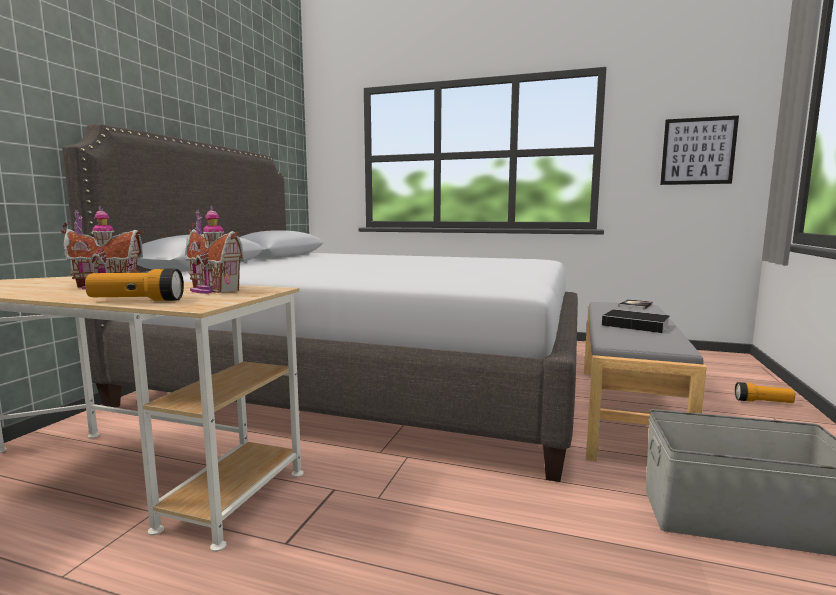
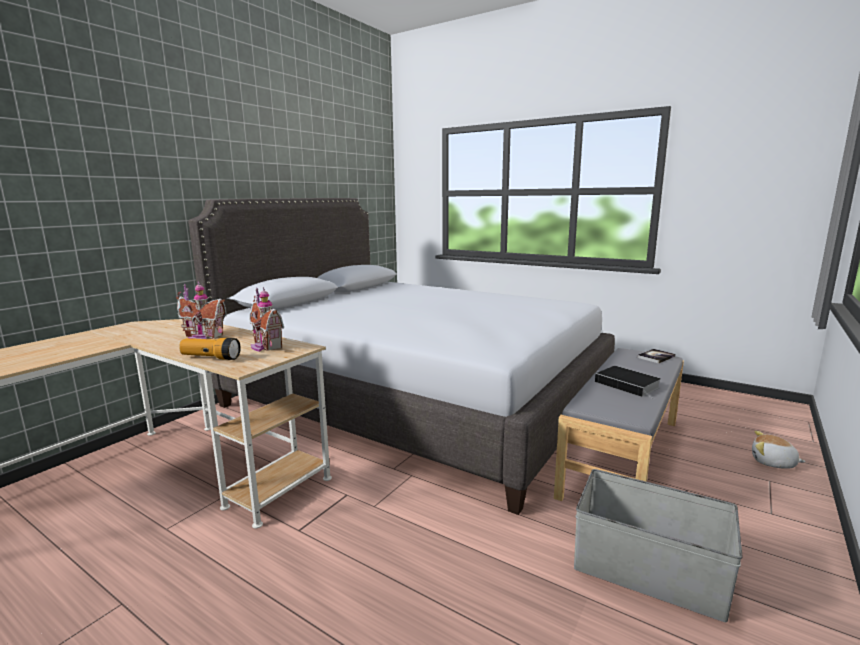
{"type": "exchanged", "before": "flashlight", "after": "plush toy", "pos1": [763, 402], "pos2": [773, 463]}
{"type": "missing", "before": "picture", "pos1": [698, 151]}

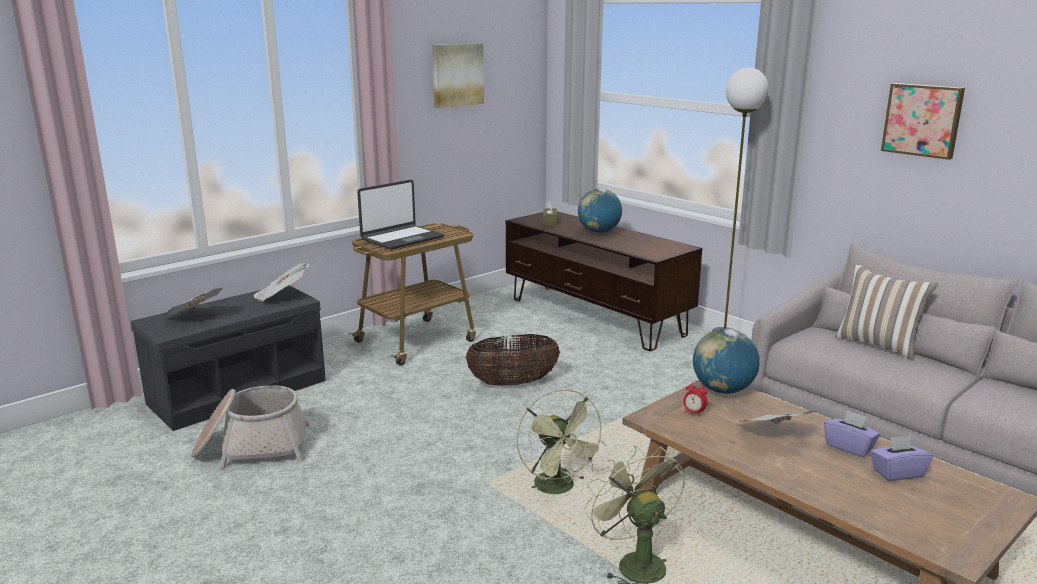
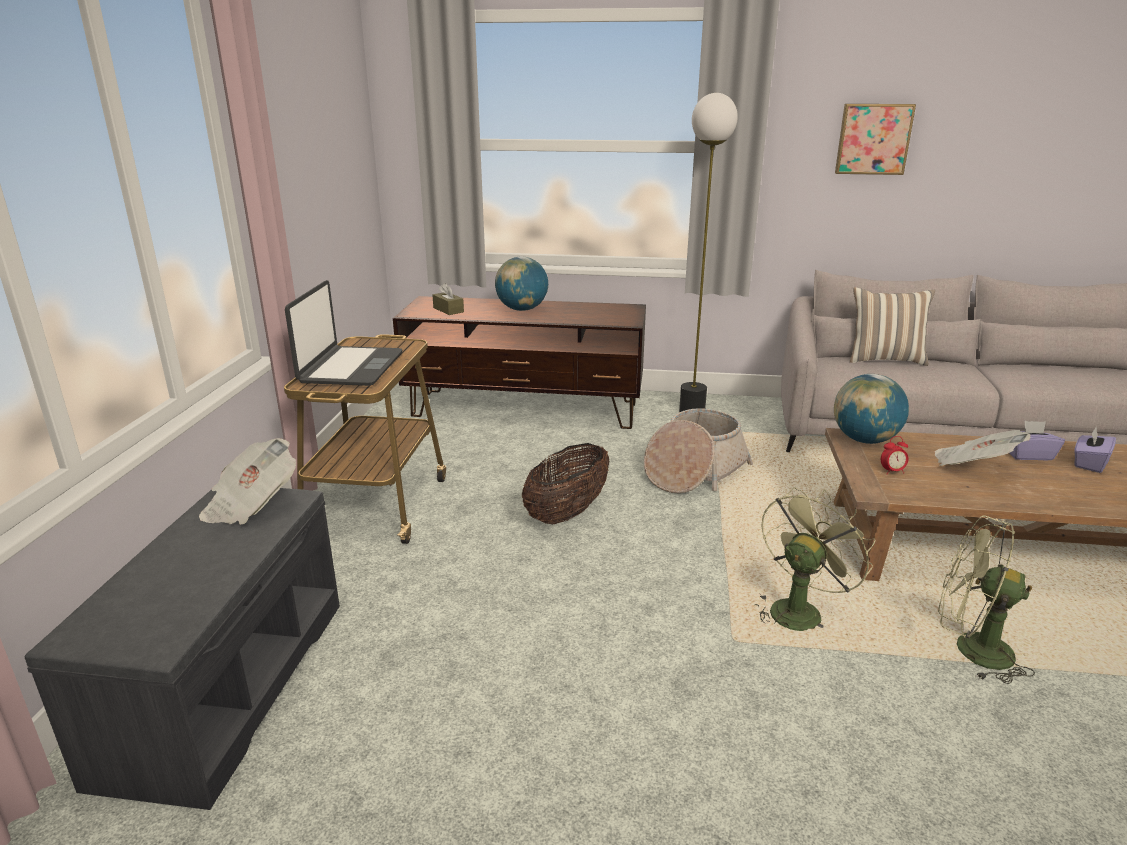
{"type": "relocated", "before": "basket", "pos1": [252, 446], "pos2": [694, 471]}
{"type": "spun", "before": "green fan", "pos1": [559, 489], "pos2": [798, 609], "turn": -75}
{"type": "missing", "before": "newspaper", "pos1": [194, 317]}
{"type": "missing", "before": "picture", "pos1": [457, 75]}

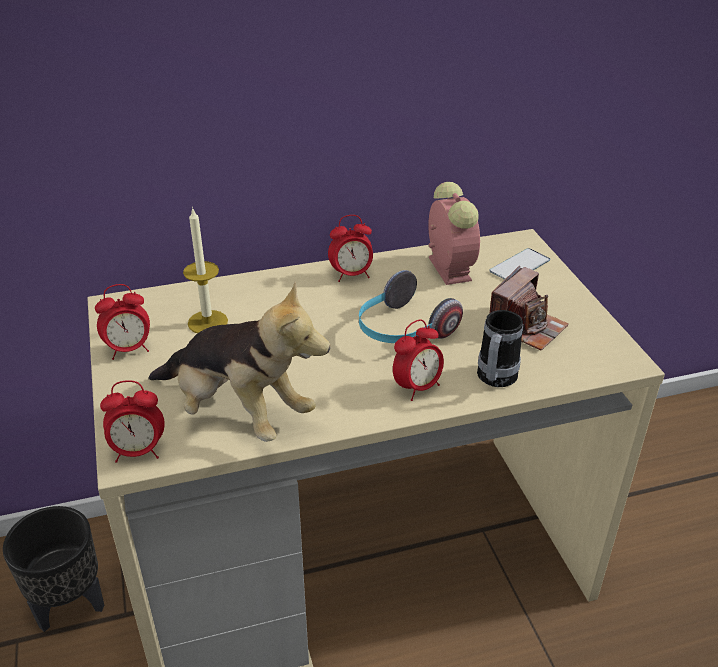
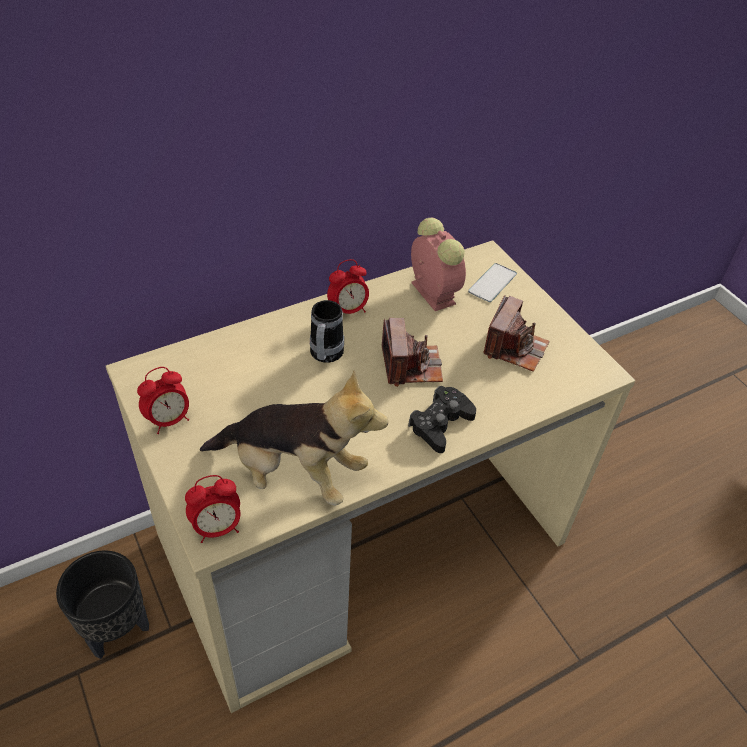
{"type": "relocated", "before": "mug", "pos1": [494, 380], "pos2": [325, 356]}
{"type": "exchanged", "before": "headphones", "after": "photo camera", "pos1": [402, 330], "pos2": [411, 365]}
{"type": "exchanged", "before": "alarm clock", "after": "black game controller", "pos1": [417, 387], "pos2": [440, 424]}
{"type": "missing", "before": "candle", "pos1": [207, 322]}

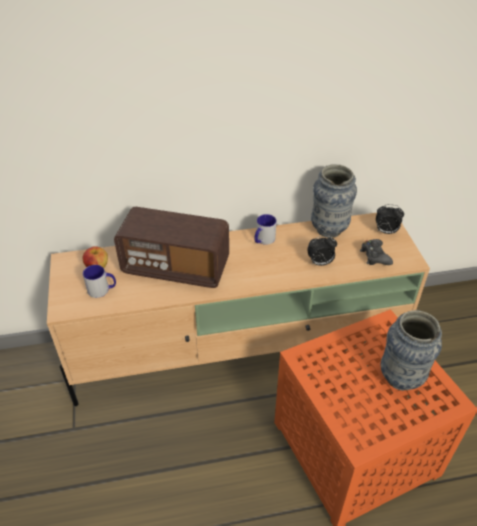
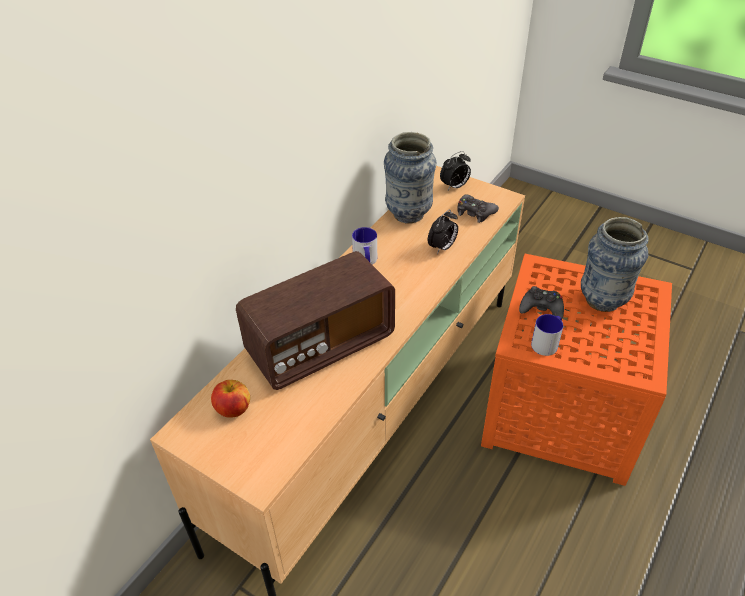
{"type": "appeared", "after": "black game controller", "pos2": [541, 308]}
{"type": "relocated", "before": "mug", "pos1": [102, 290], "pos2": [547, 342]}

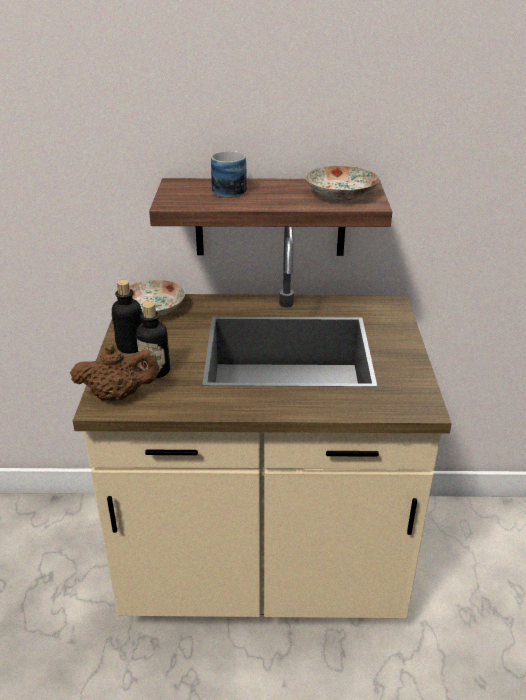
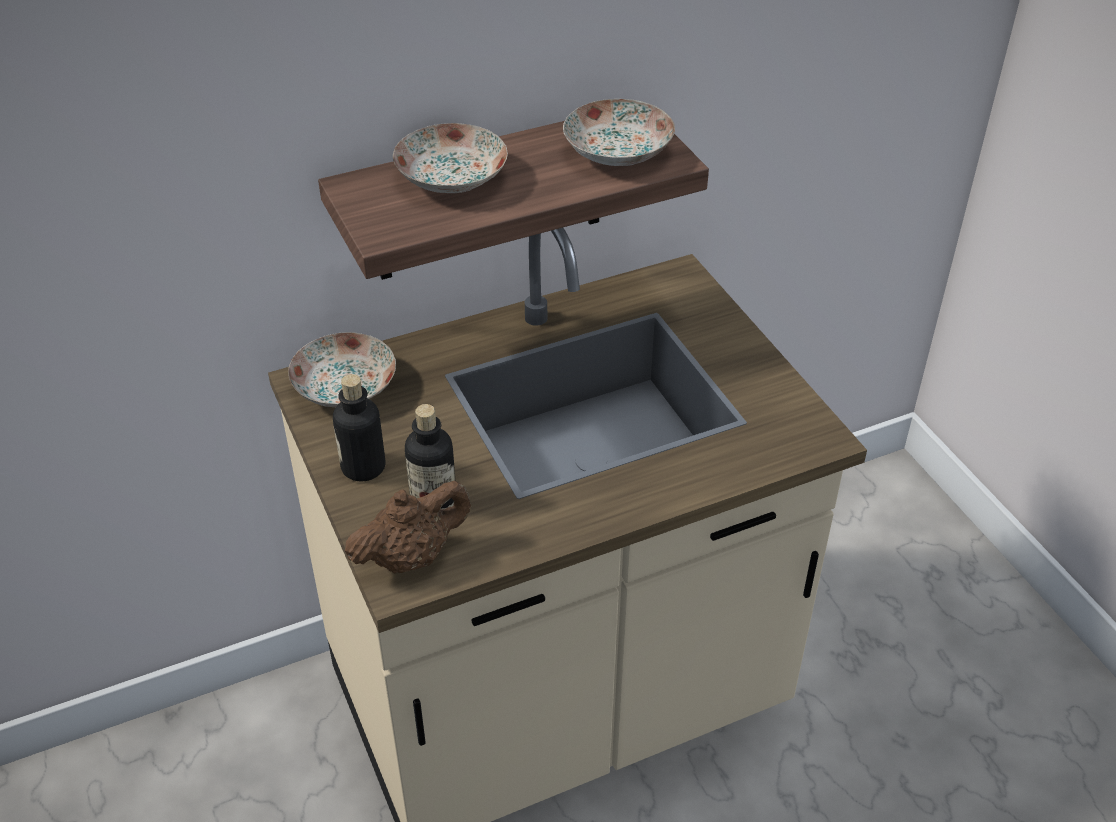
{"type": "exchanged", "before": "mug", "after": "plate", "pos1": [231, 189], "pos2": [450, 178]}

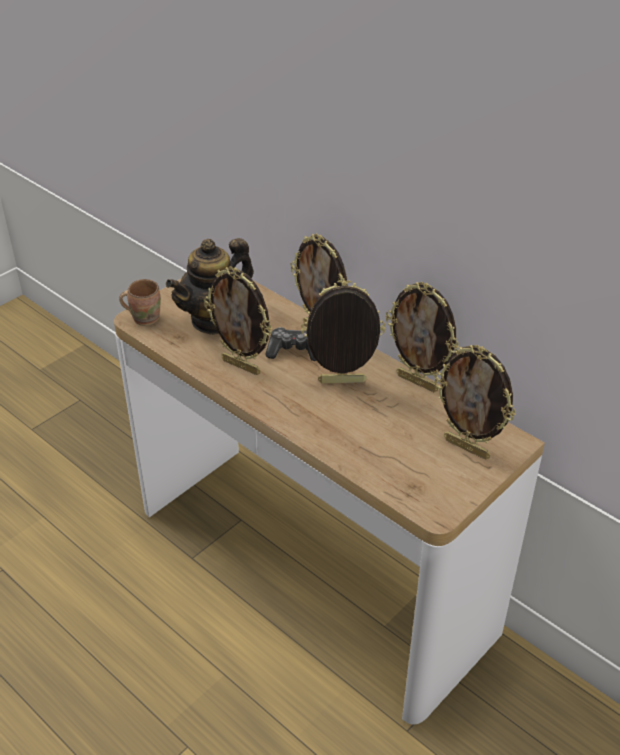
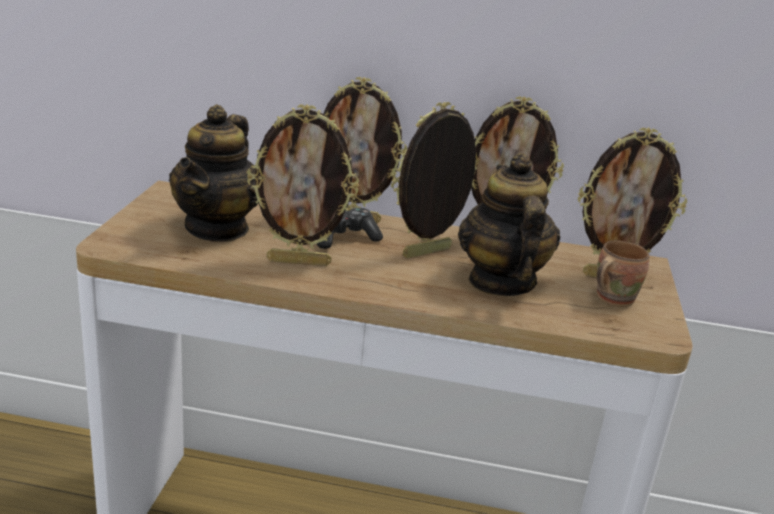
{"type": "appeared", "after": "teapot", "pos2": [500, 282]}
{"type": "relocated", "before": "brown mug", "pos1": [144, 317], "pos2": [611, 298]}

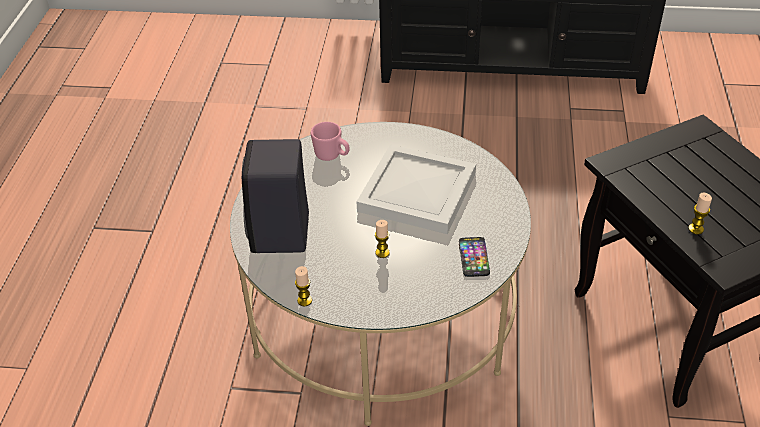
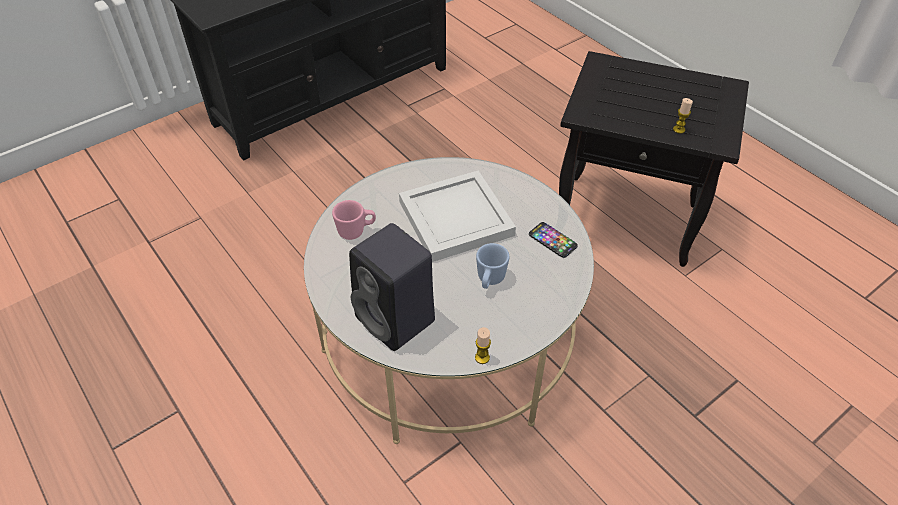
{"type": "exchanged", "before": "candle", "after": "blue mug", "pos1": [382, 253], "pos2": [489, 280]}

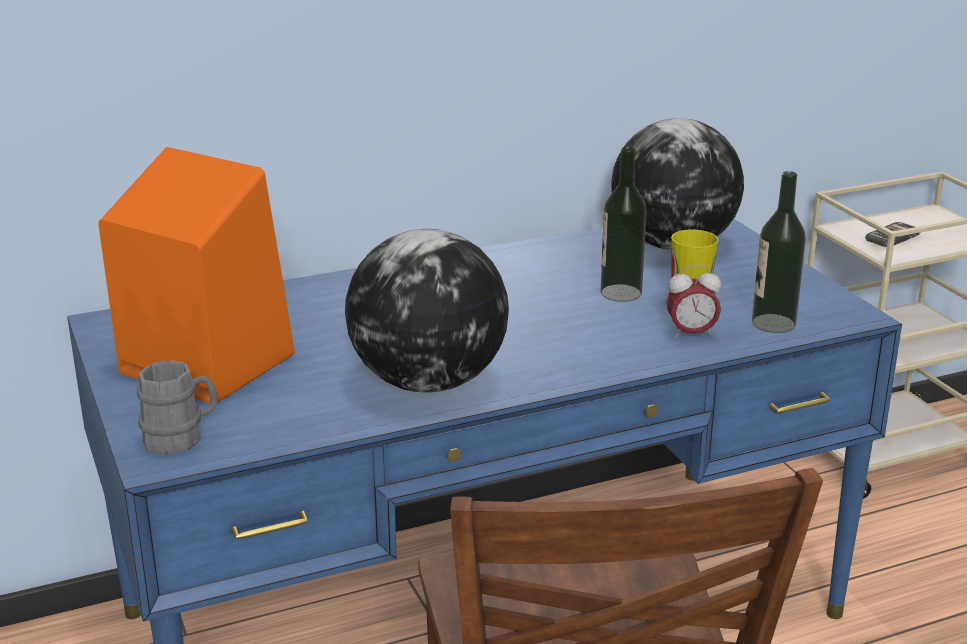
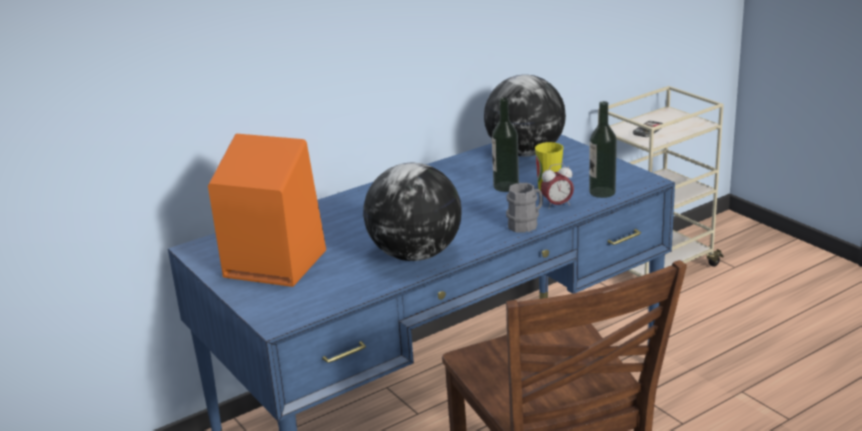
{"type": "relocated", "before": "grey mug", "pos1": [181, 437], "pos2": [526, 224]}

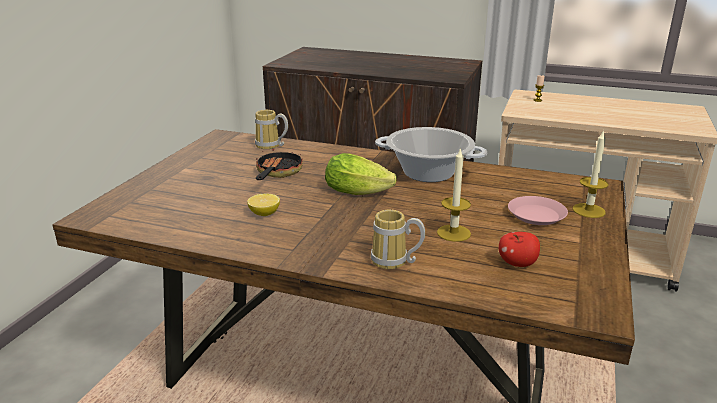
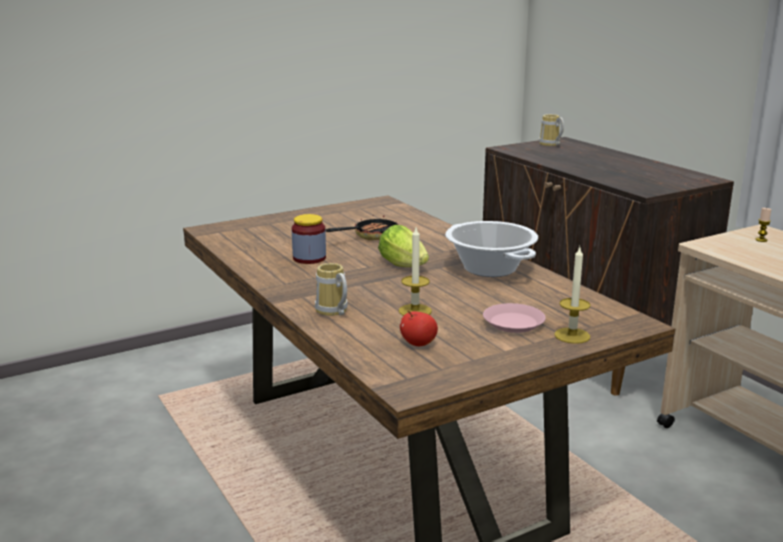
{"type": "exchanged", "before": "lemon", "after": "jar", "pos1": [264, 214], "pos2": [309, 258]}
{"type": "relocated", "before": "mug", "pos1": [270, 146], "pos2": [550, 145]}

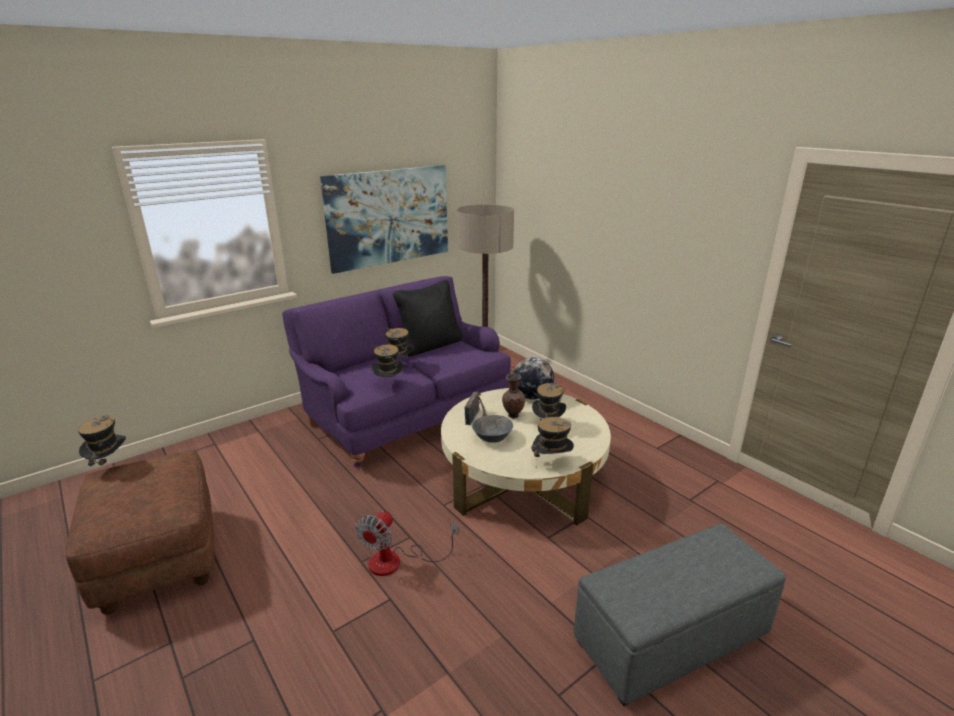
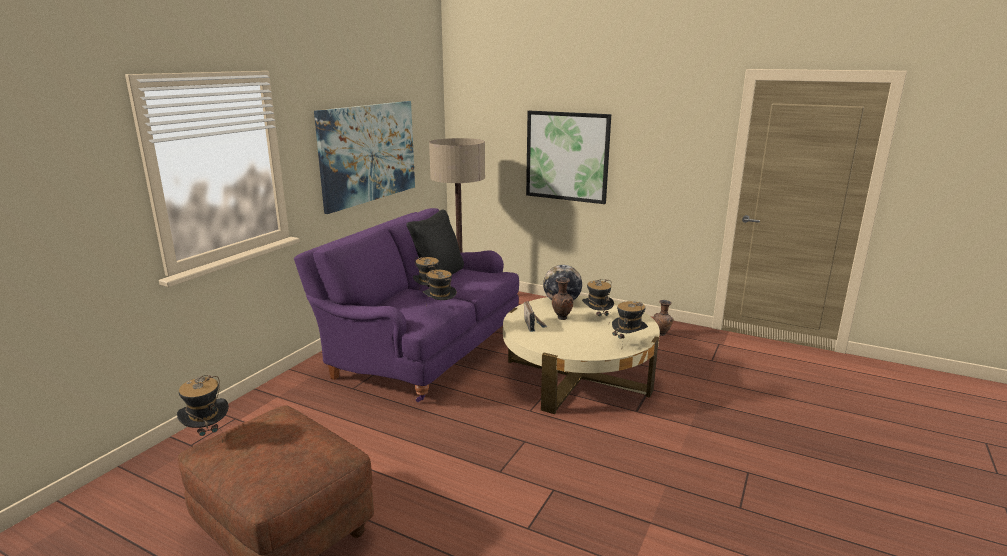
{"type": "appeared", "after": "picture", "pos2": [567, 156]}
{"type": "appeared", "after": "brown vase", "pos2": [662, 334]}
{"type": "missing", "before": "fan", "pos1": [396, 561]}
{"type": "missing", "before": "grey bowl", "pos1": [493, 437]}
{"type": "missing", "before": "grey ottoman", "pos1": [669, 639]}

